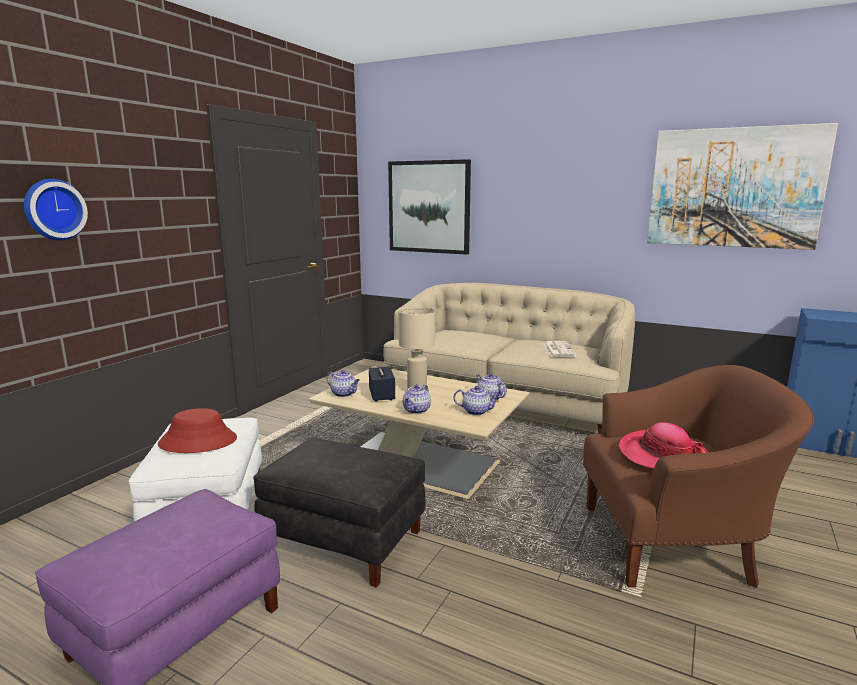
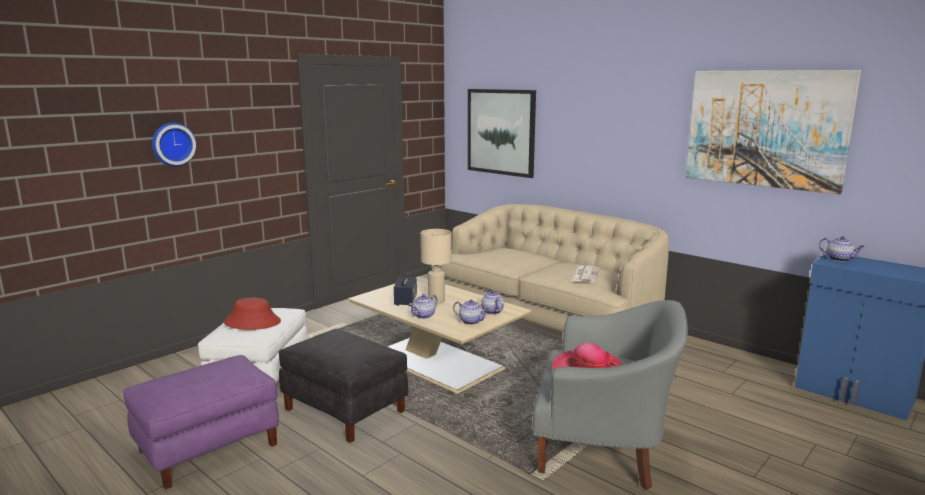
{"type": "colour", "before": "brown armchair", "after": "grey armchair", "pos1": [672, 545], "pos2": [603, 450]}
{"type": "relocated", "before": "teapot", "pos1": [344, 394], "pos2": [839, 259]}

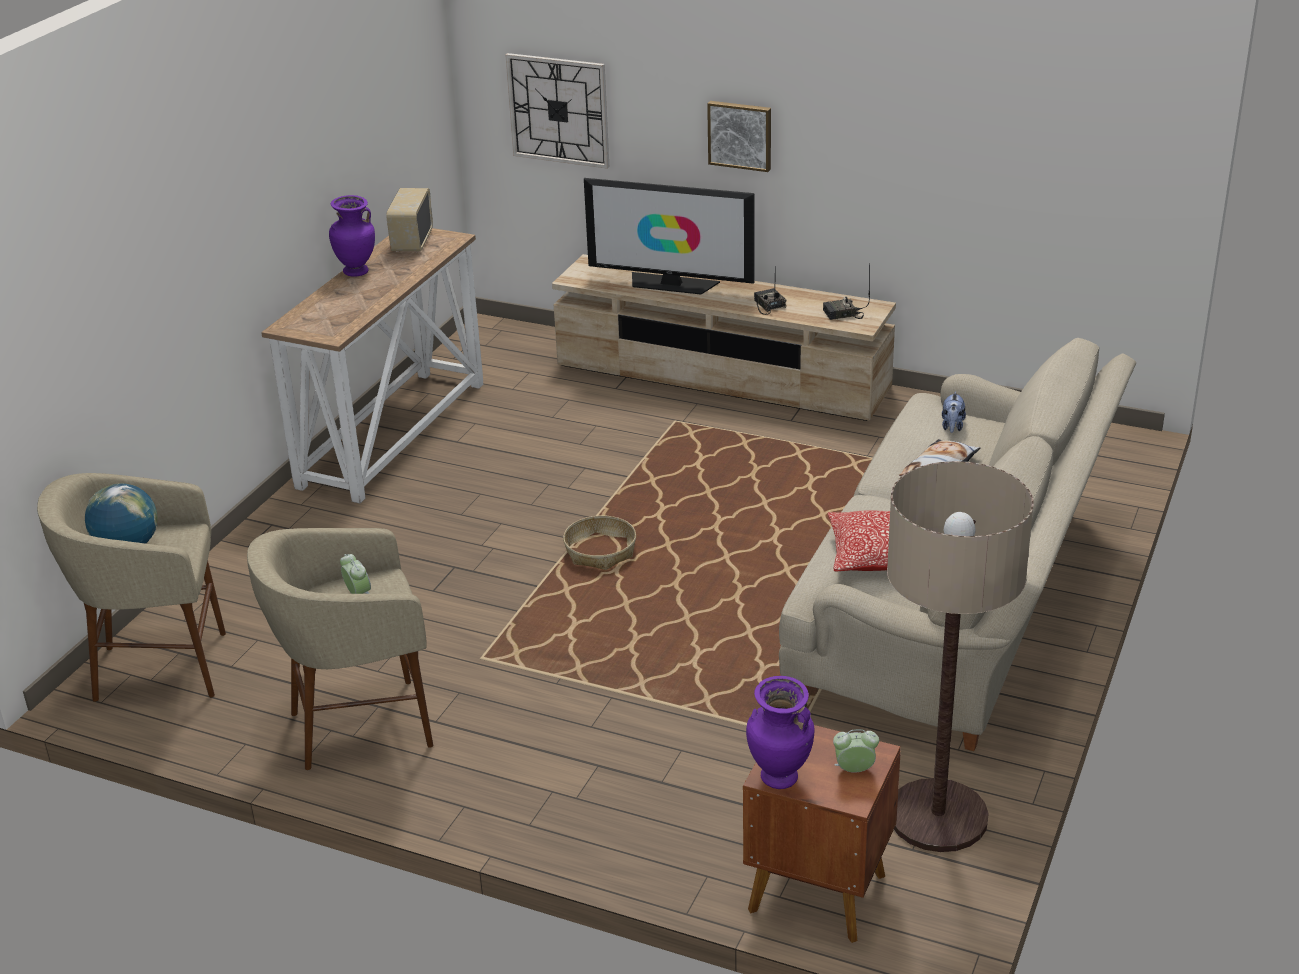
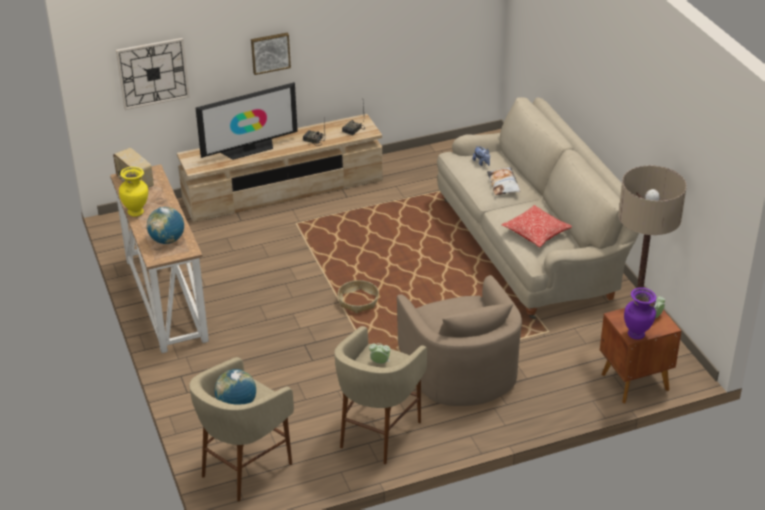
{"type": "colour", "before": "purple vase", "after": "yellow vase", "pos1": [356, 272], "pos2": [136, 212]}
{"type": "appeared", "after": "globe", "pos2": [167, 240]}
{"type": "appeared", "after": "beige armchair", "pos2": [460, 370]}

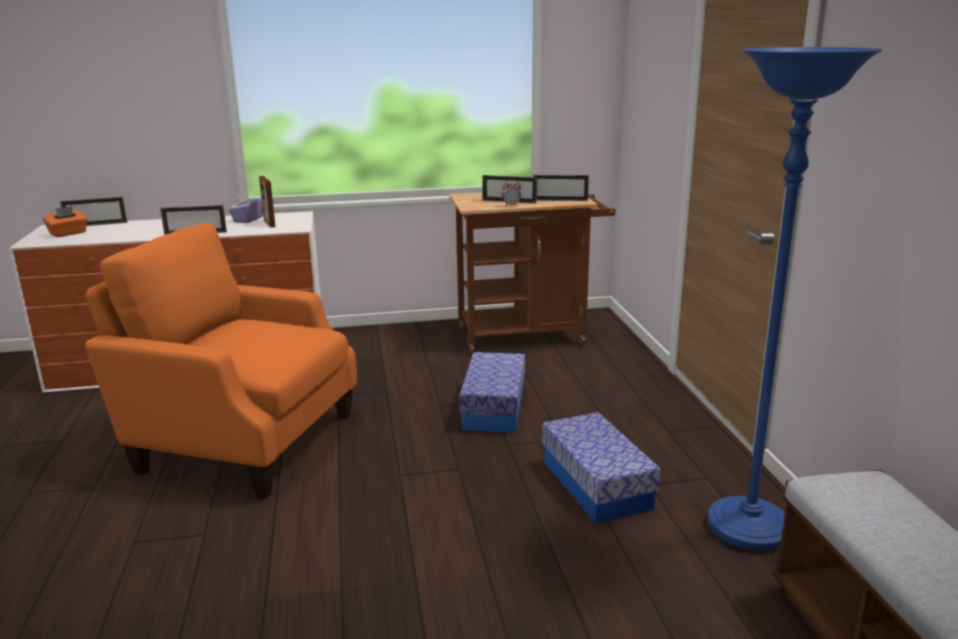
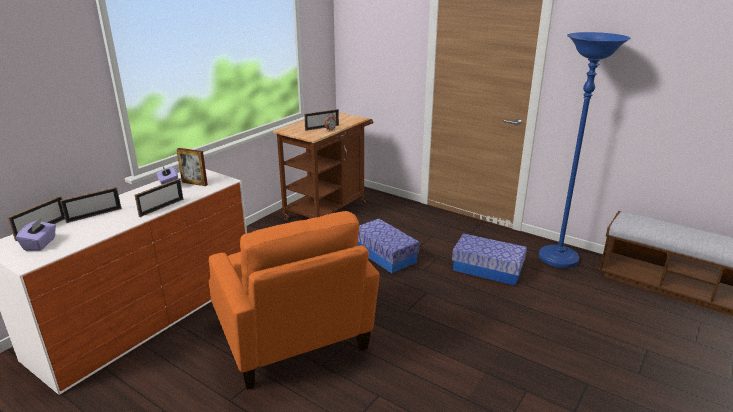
{"type": "colour", "before": "orange tissue box", "after": "purple tissue box", "pos1": [68, 233], "pos2": [40, 244]}
{"type": "relocated", "before": "picture frame", "pos1": [560, 200], "pos2": [94, 215]}
{"type": "spun", "before": "orange armchair", "pos1": [243, 441], "pos2": [293, 339], "turn": -90}

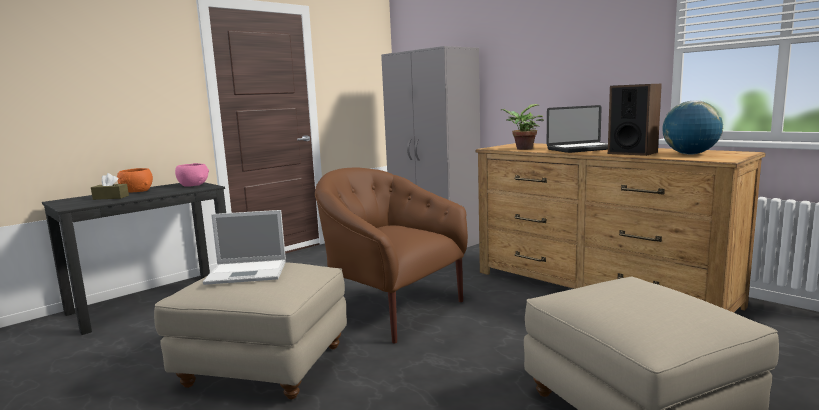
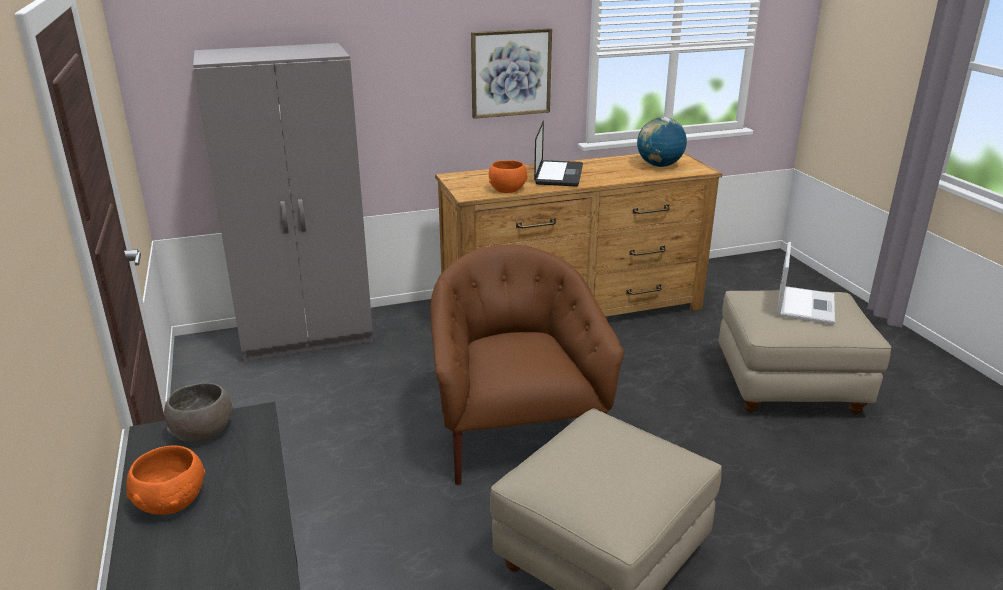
{"type": "colour", "before": "pink bowl", "after": "grey bowl", "pos1": [193, 185], "pos2": [202, 431]}
{"type": "spun", "before": "brown armchair", "pos1": [391, 309], "pos2": [515, 434], "turn": 105}
{"type": "appeared", "after": "picture", "pos2": [510, 73]}
{"type": "exchanged", "before": "potted plant", "after": "orange bowl", "pos1": [522, 149], "pos2": [507, 189]}
{"type": "relocated", "before": "laptop", "pos1": [248, 272], "pos2": [805, 305]}
{"type": "missing", "before": "brown tissue box", "pos1": [111, 197]}
{"type": "missing", "before": "speaker", "pos1": [632, 153]}

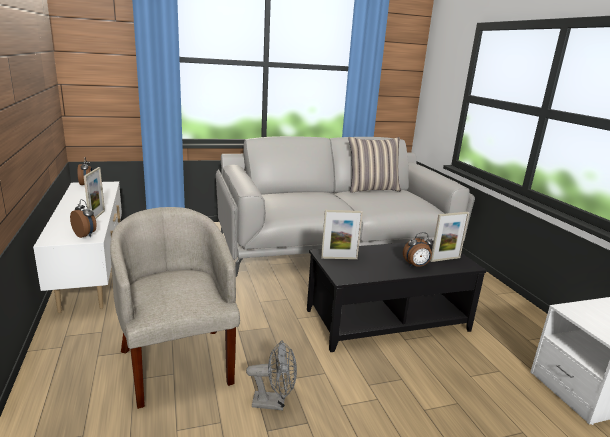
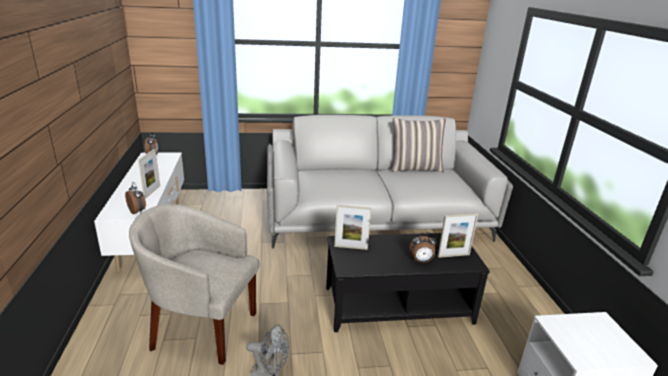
{"type": "spun", "before": "beige armchair", "pos1": [177, 362], "pos2": [201, 327], "turn": -60}

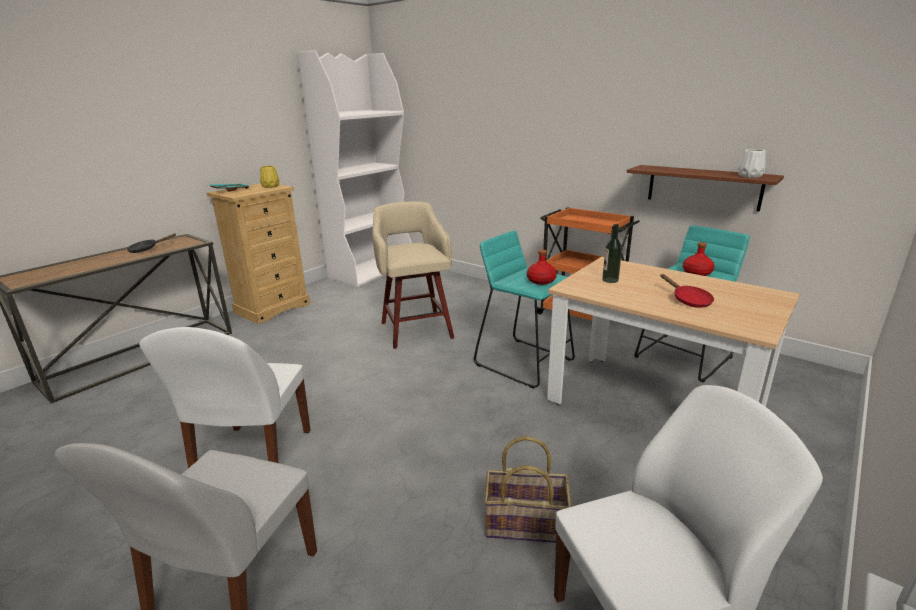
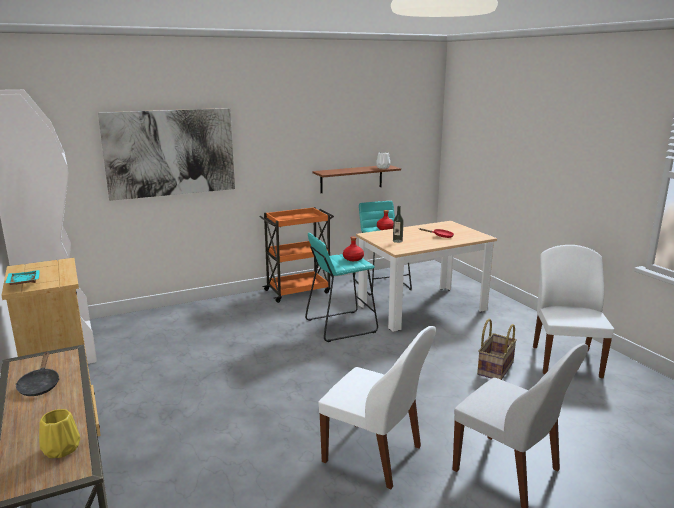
{"type": "relocated", "before": "yellow vase", "pos1": [271, 186], "pos2": [62, 449]}
{"type": "appeared", "after": "picture", "pos2": [170, 153]}
{"type": "missing", "before": "beige stool", "pos1": [416, 329]}

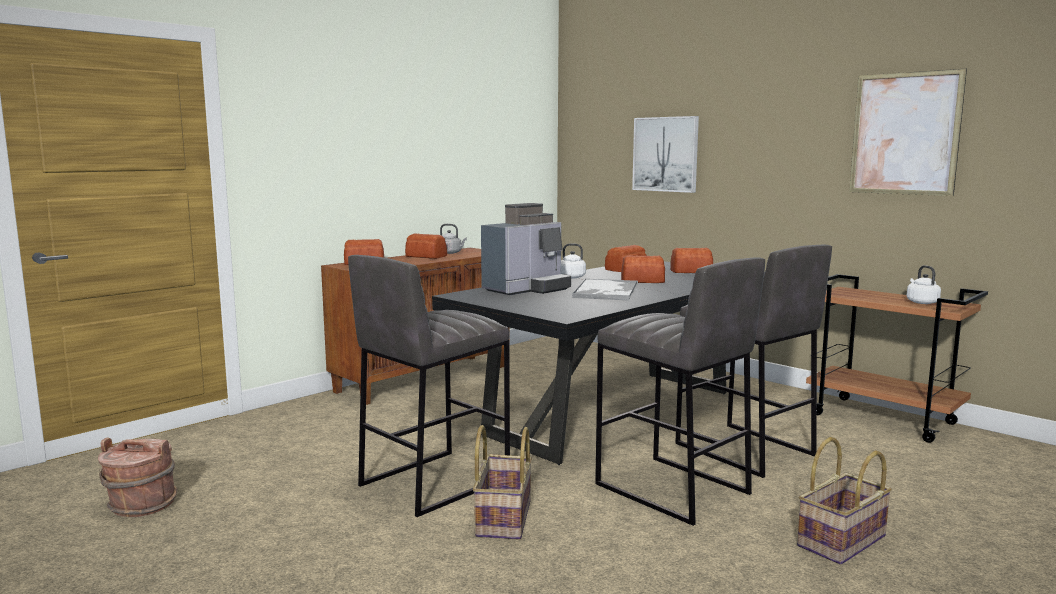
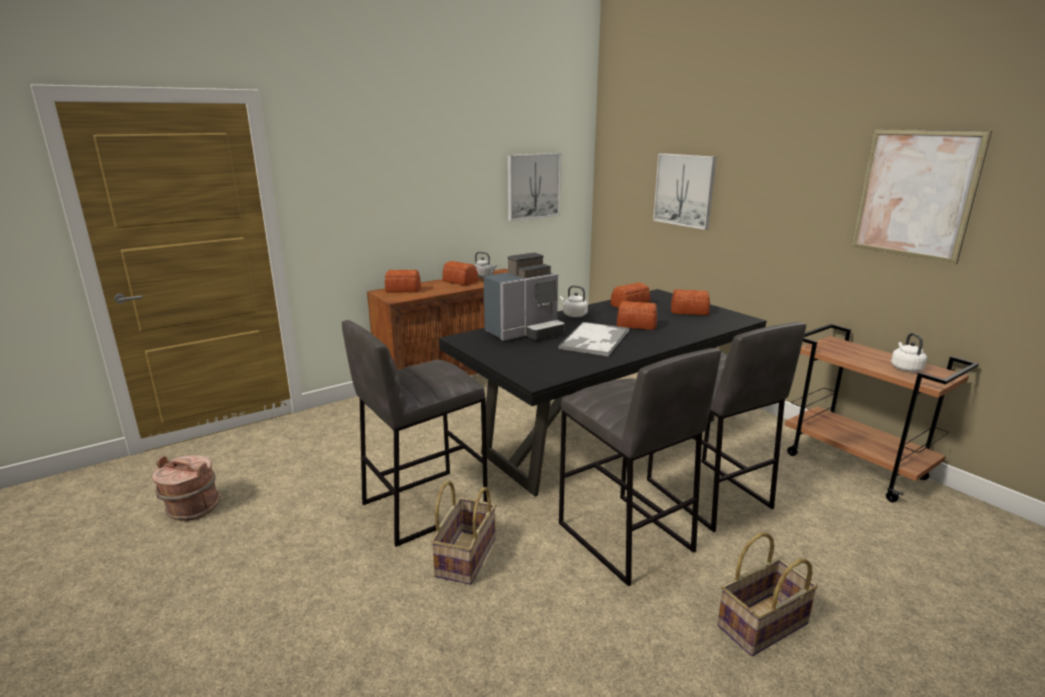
{"type": "appeared", "after": "picture", "pos2": [533, 186]}

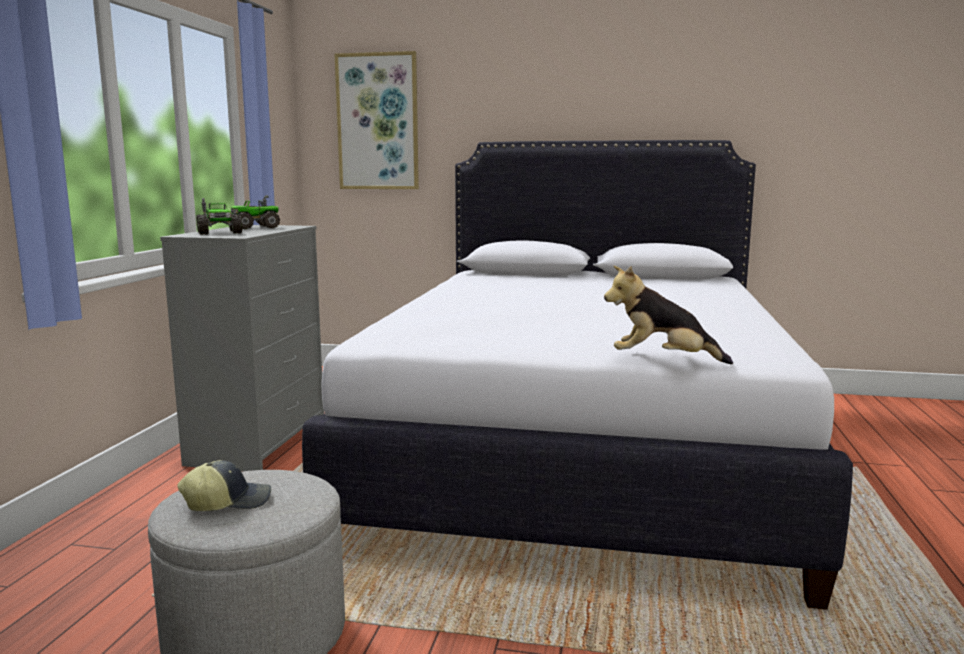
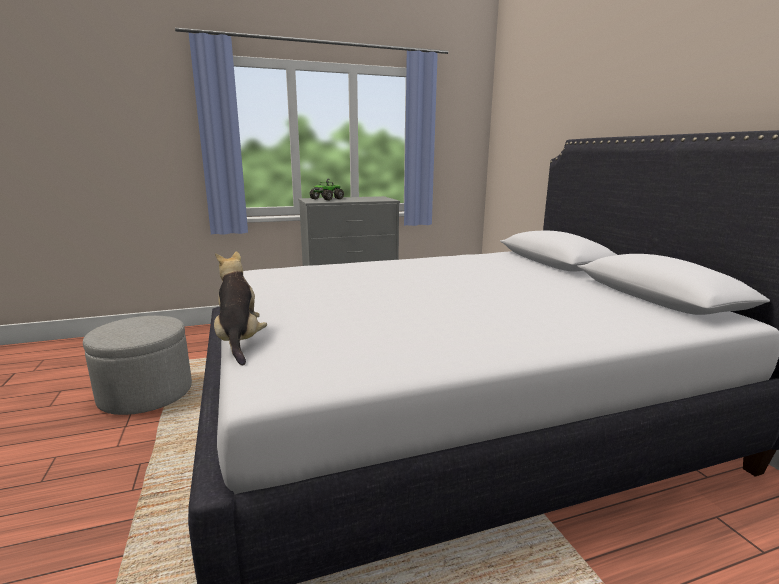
{"type": "missing", "before": "cap", "pos1": [228, 502]}
{"type": "missing", "before": "toy truck", "pos1": [256, 227]}
{"type": "missing", "before": "picture", "pos1": [378, 122]}

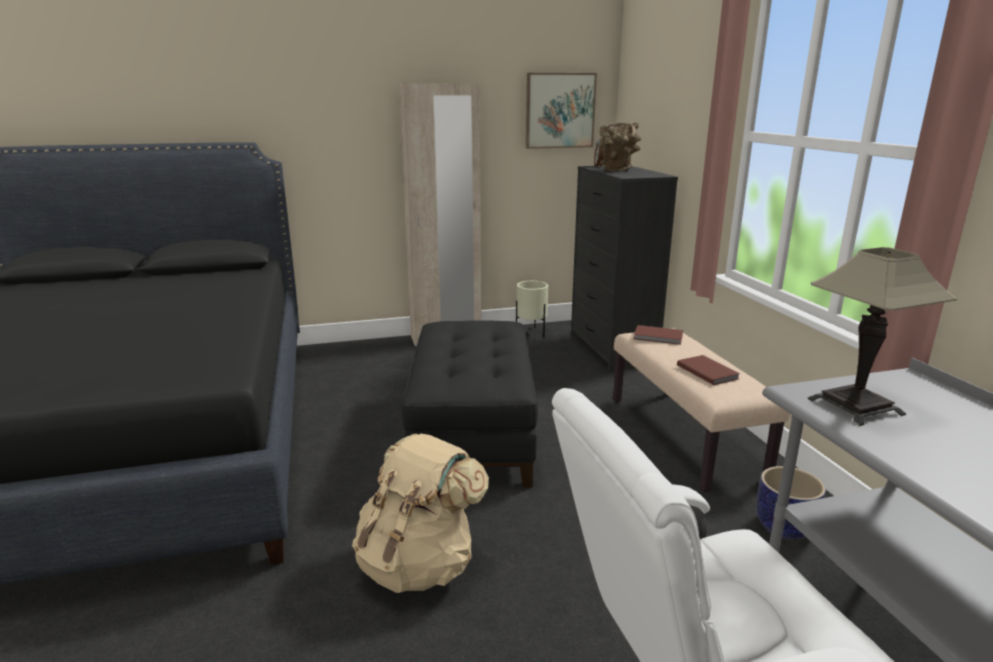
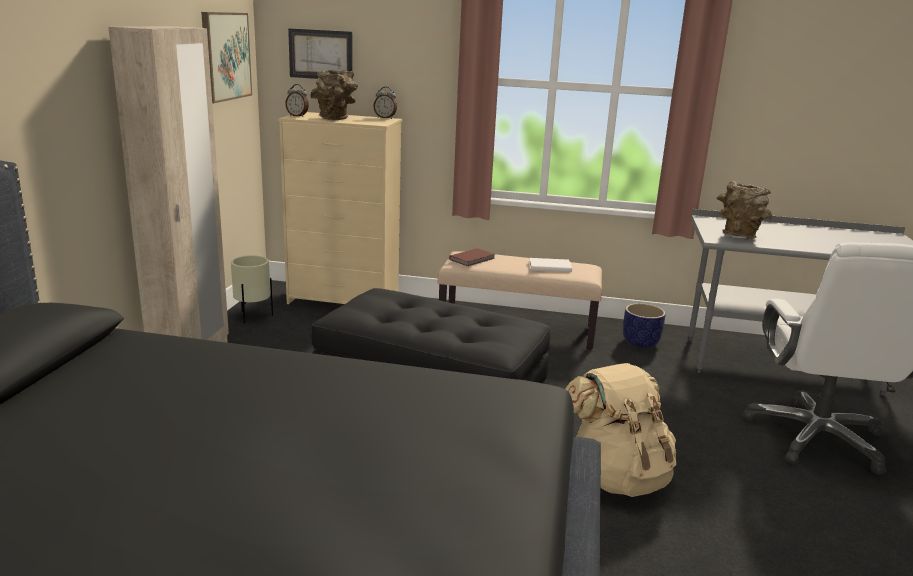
{"type": "colour", "before": "black dresser", "after": "beige dresser", "pos1": [612, 349], "pos2": [344, 300]}
{"type": "appeared", "after": "picture", "pos2": [321, 54]}
{"type": "appeared", "after": "alarm clock", "pos2": [385, 118]}
{"type": "colour", "before": "brown book", "after": "white book", "pos1": [707, 371], "pos2": [549, 266]}
{"type": "exchanged", "before": "table lamp", "after": "brown vase", "pos1": [855, 406], "pos2": [737, 236]}

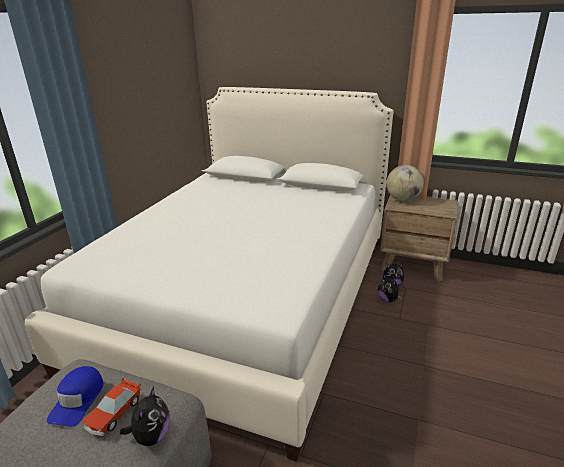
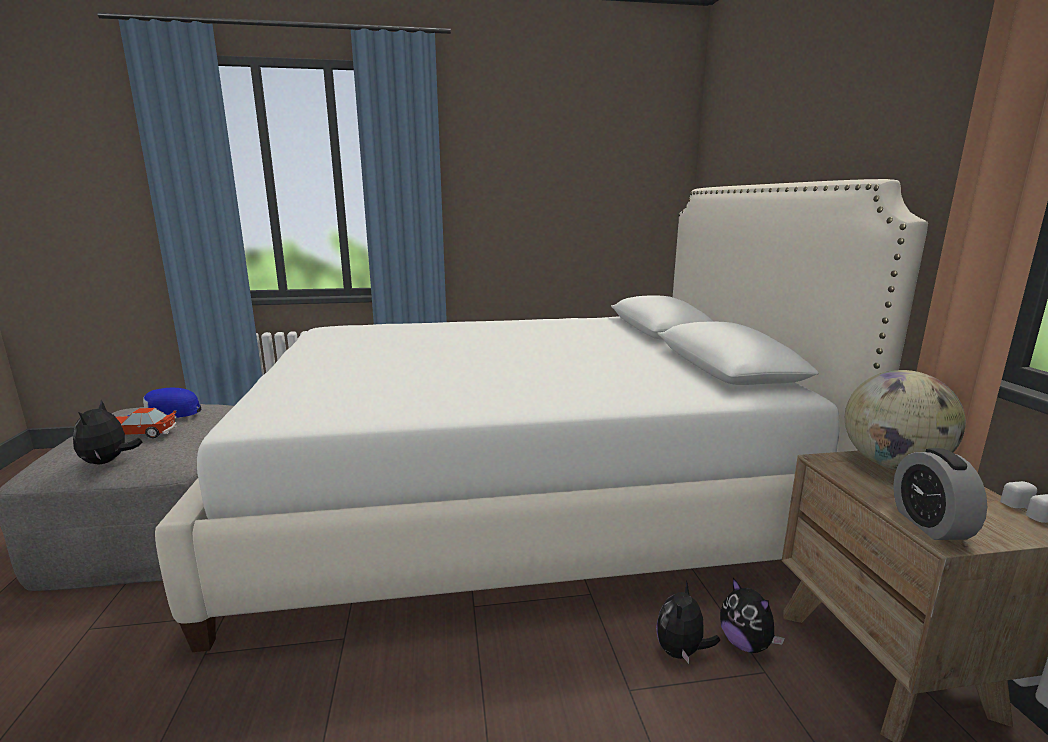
{"type": "spun", "before": "plush toy", "pos1": [151, 436], "pos2": [108, 461], "turn": 105}
{"type": "appeared", "after": "alarm clock", "pos2": [929, 524]}

